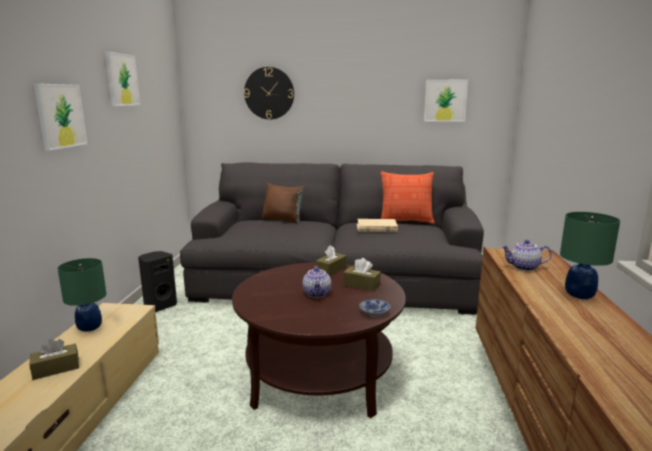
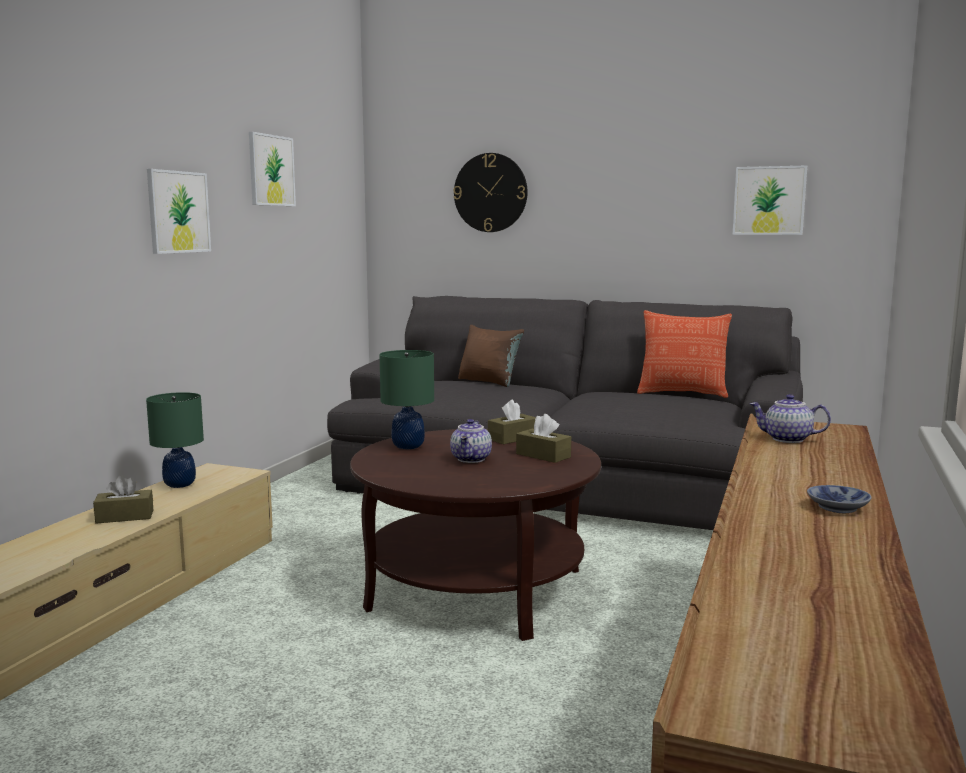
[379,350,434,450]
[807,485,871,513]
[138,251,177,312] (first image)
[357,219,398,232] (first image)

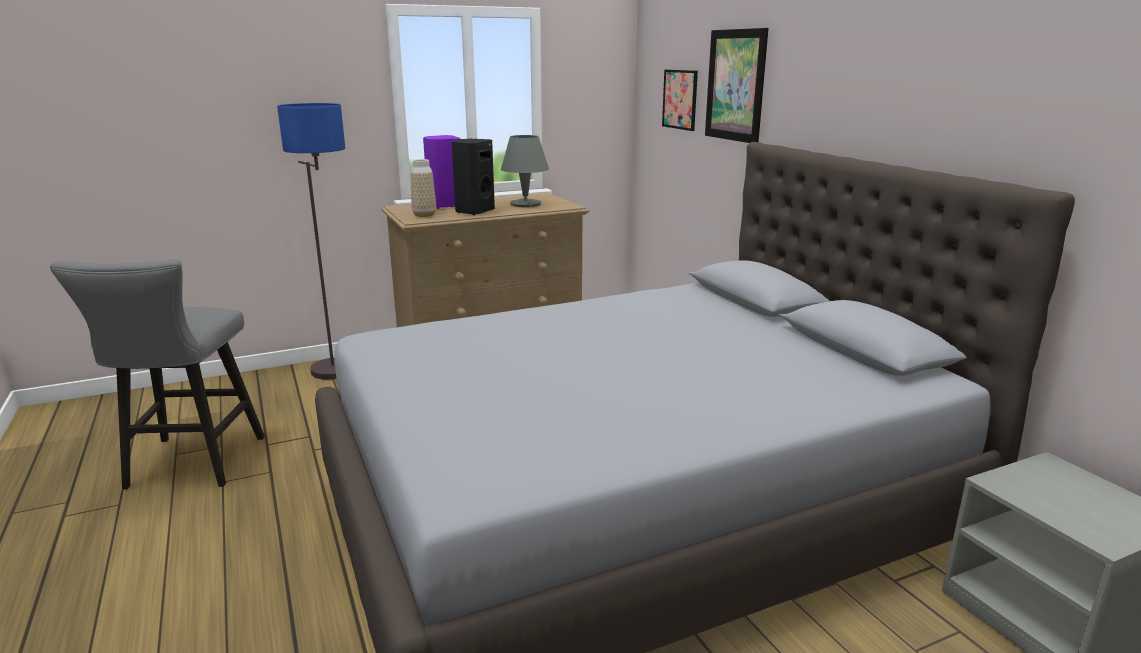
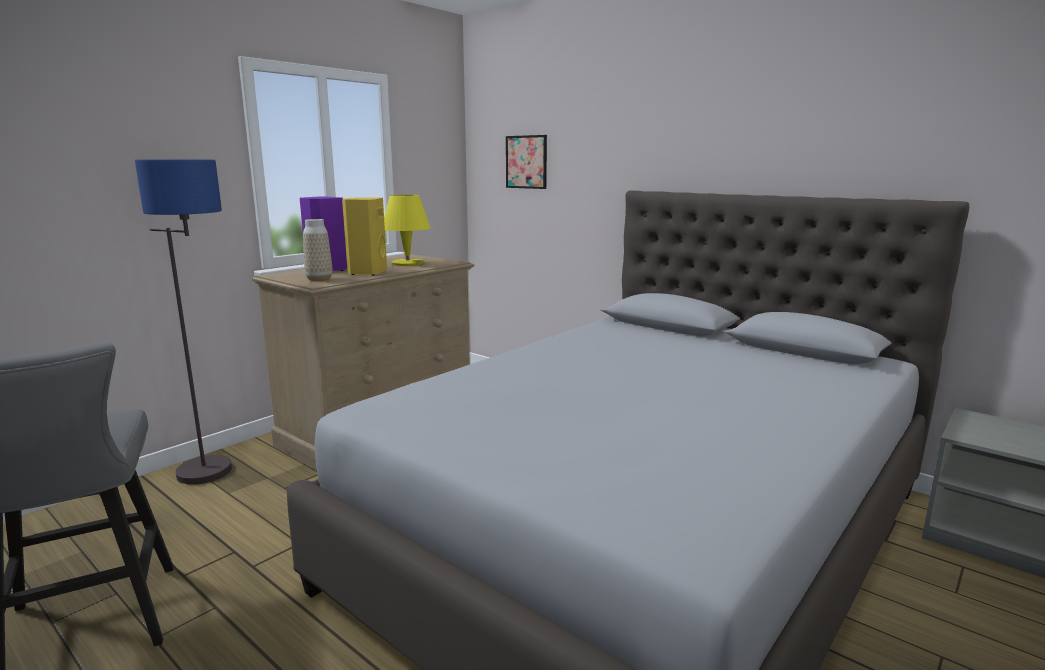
[342,197,387,276]
[384,195,431,266]
[705,28,768,143] (first image)

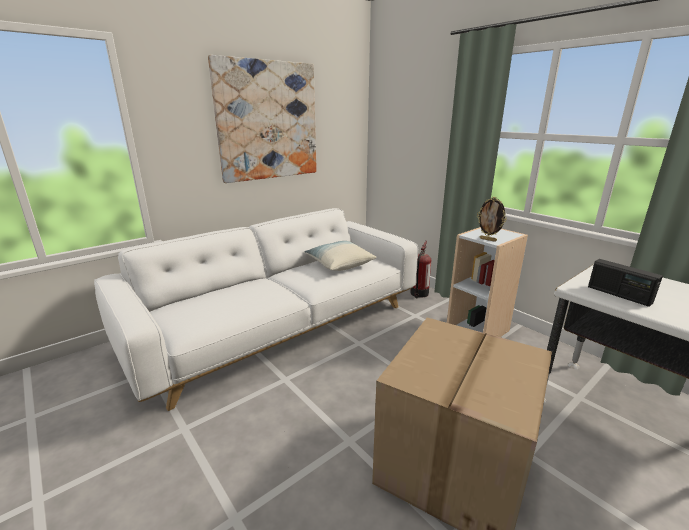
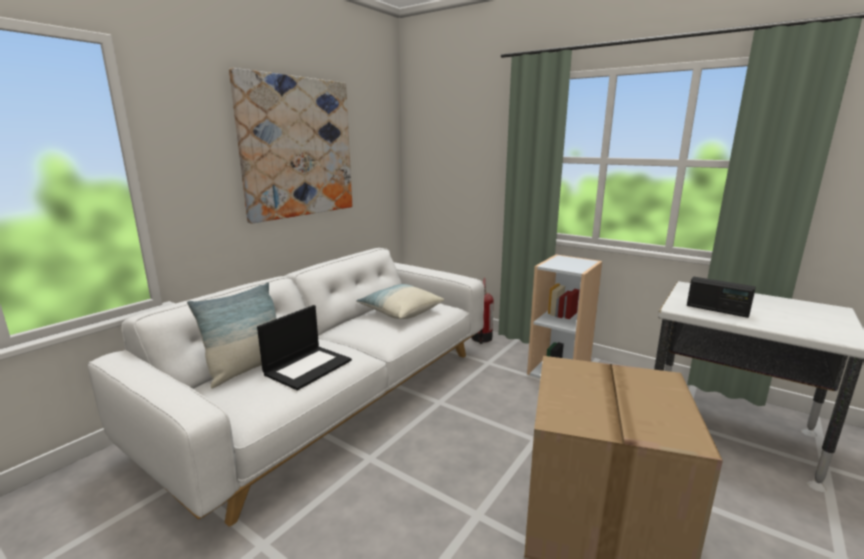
[187,282,277,389]
[257,305,352,390]
[477,197,507,242] (first image)

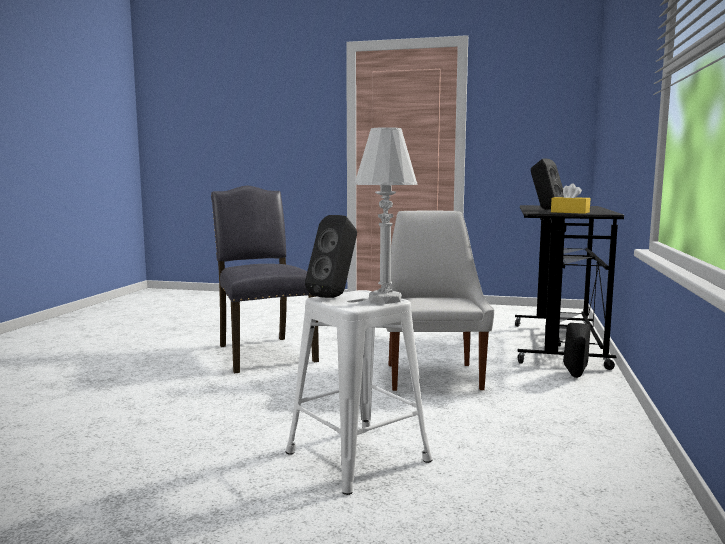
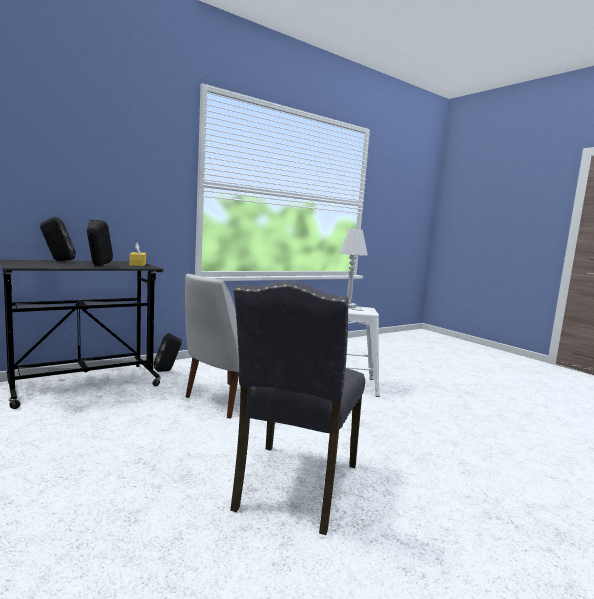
[40,217,76,261]

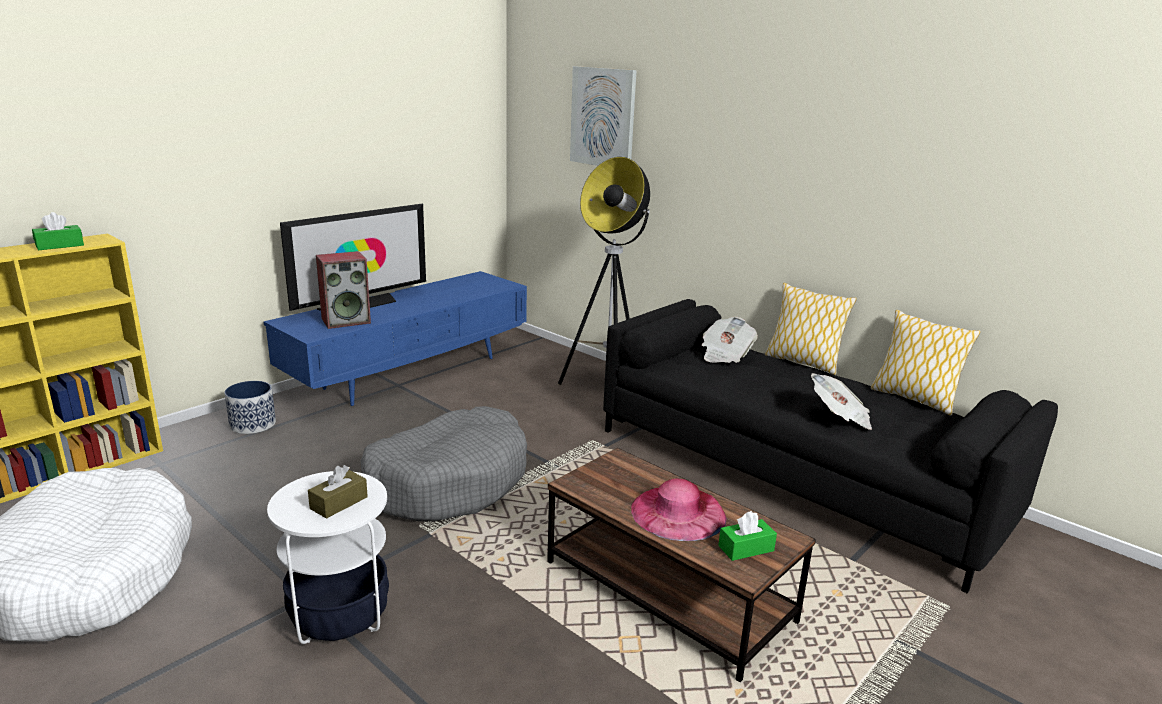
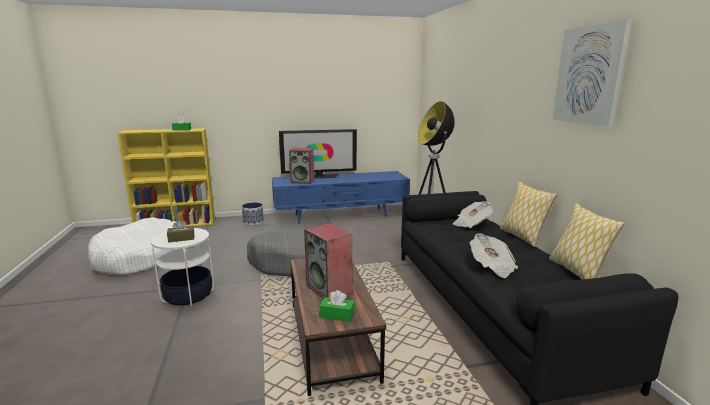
[304,223,352,298]
[553,19,632,127]

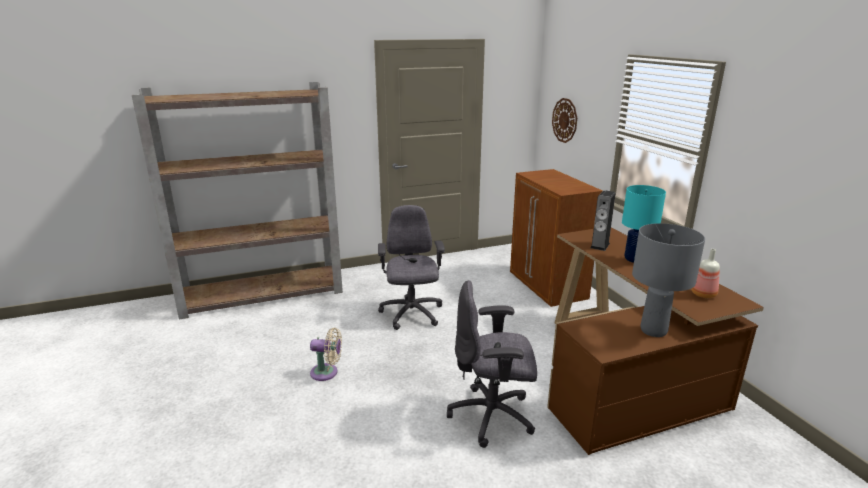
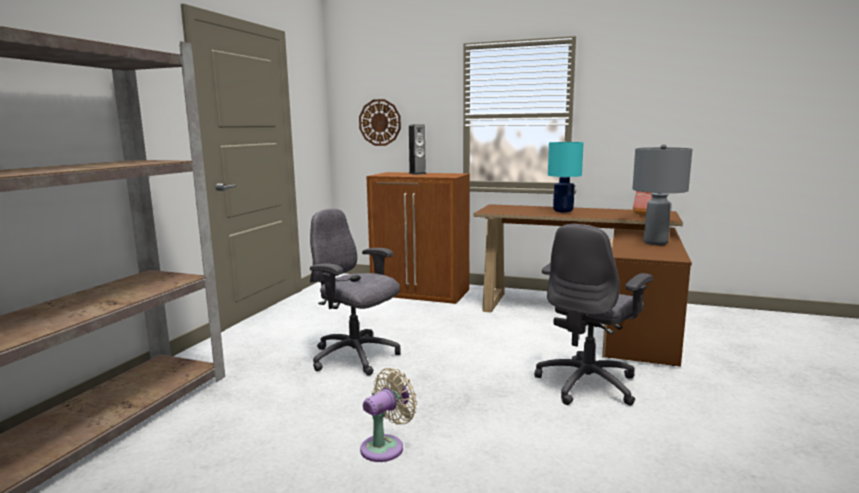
[409,124,426,175]

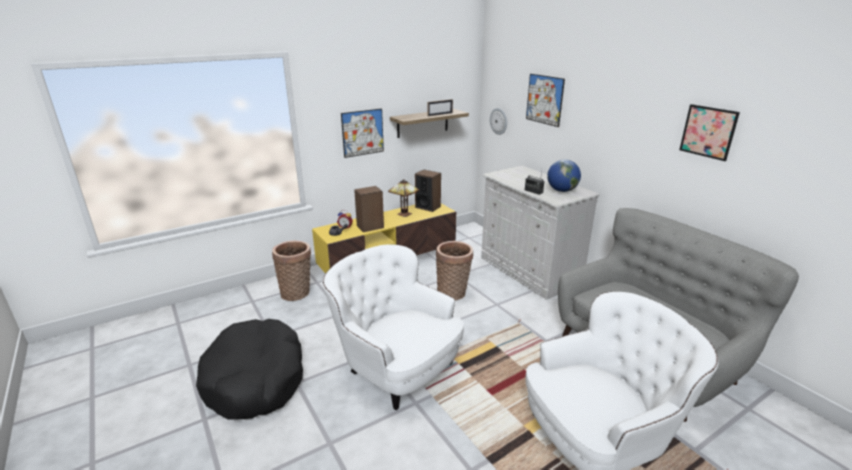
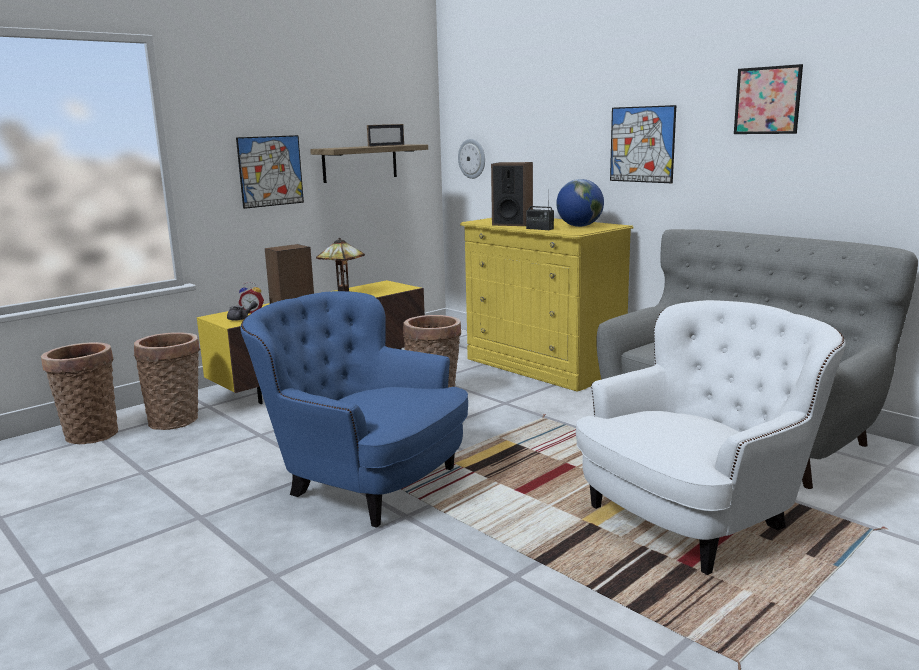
[41,342,118,444]
[240,291,468,528]
[460,218,634,392]
[491,162,533,226]
[610,105,676,183]
[196,319,303,420] (first image)

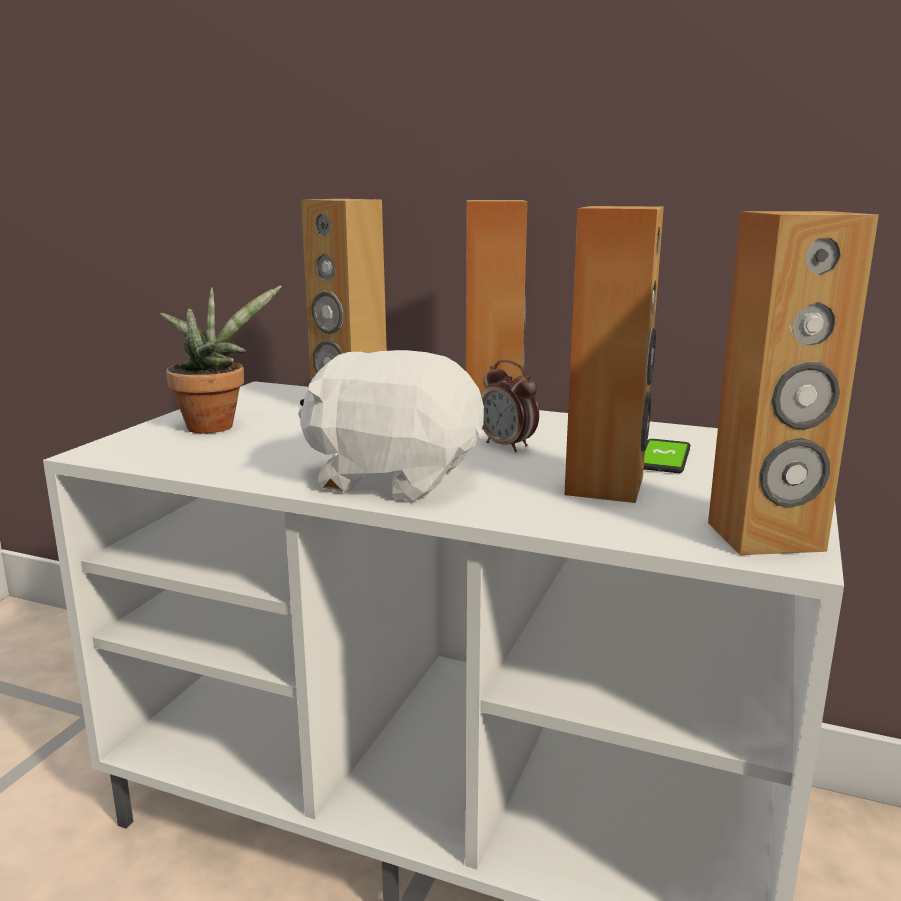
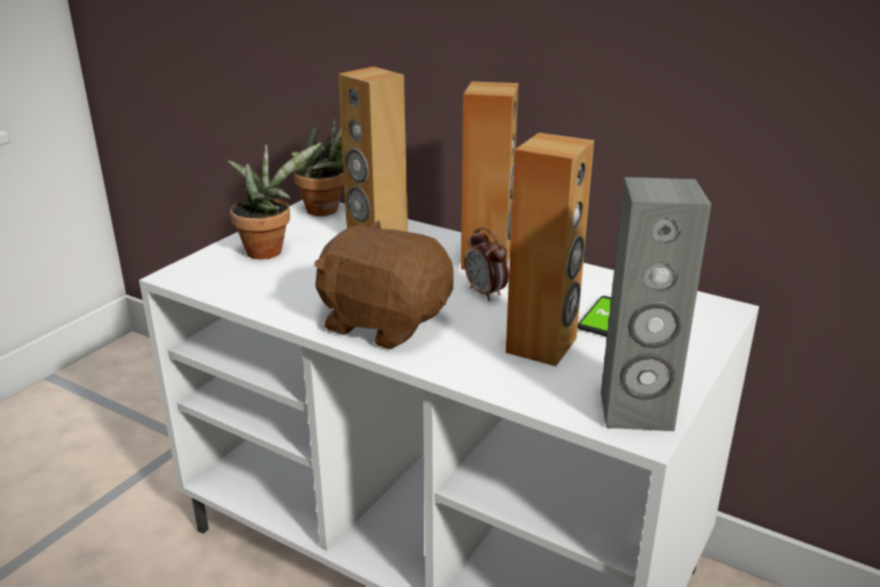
[291,119,344,216]
[314,220,454,350]
[601,177,711,431]

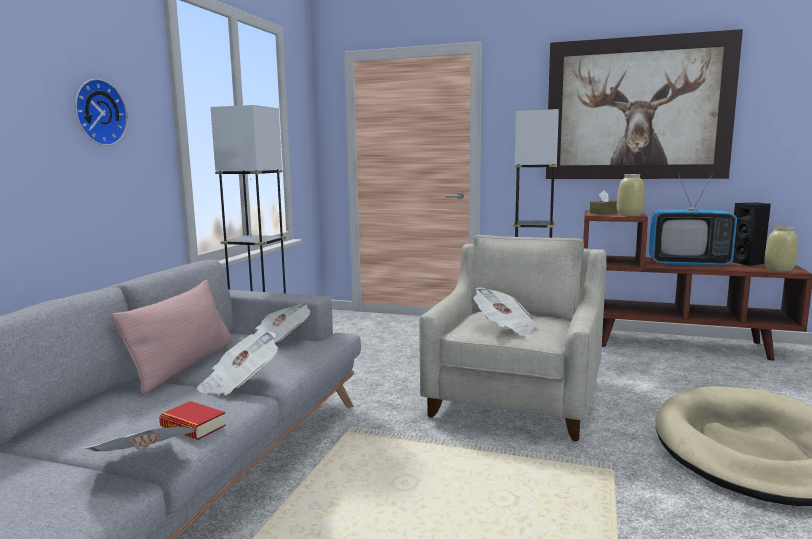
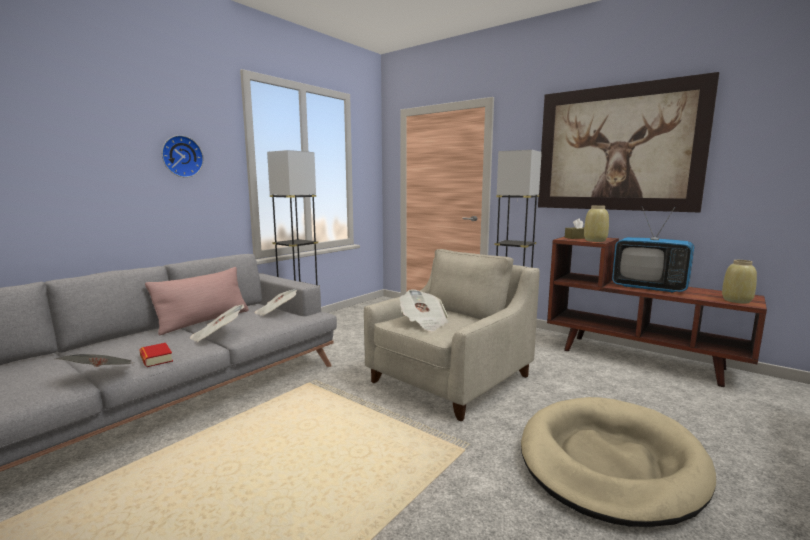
[732,203,771,266] (first image)

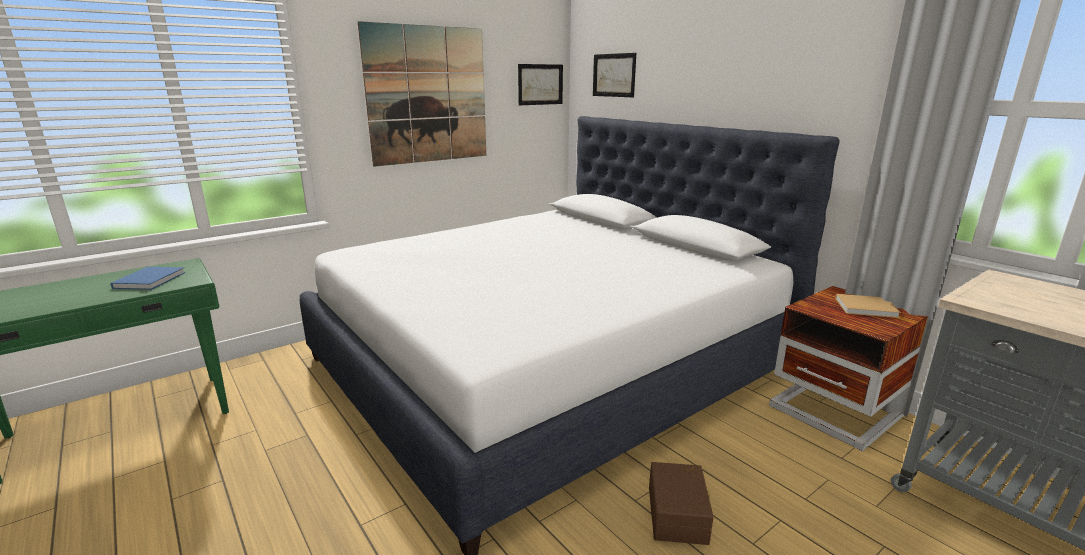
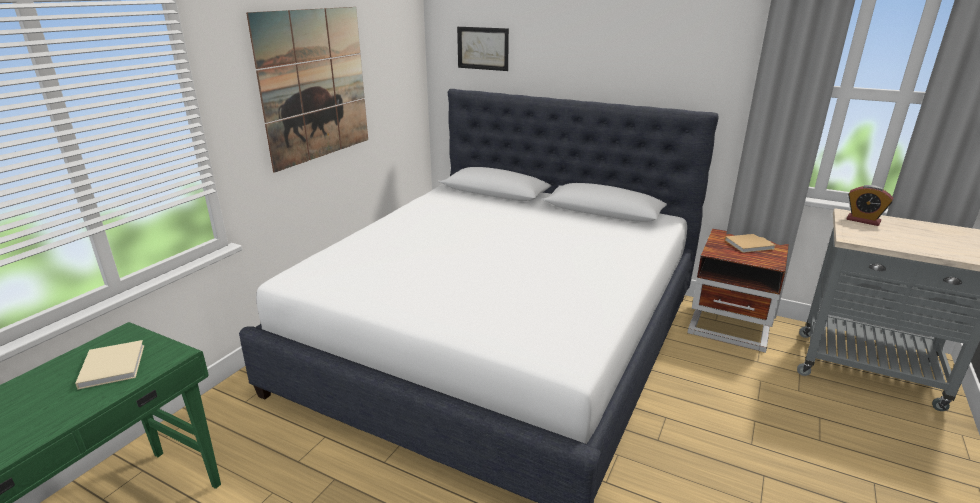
[75,340,144,390]
[846,185,893,226]
[518,64,563,105] (first image)
[649,462,713,545] (first image)

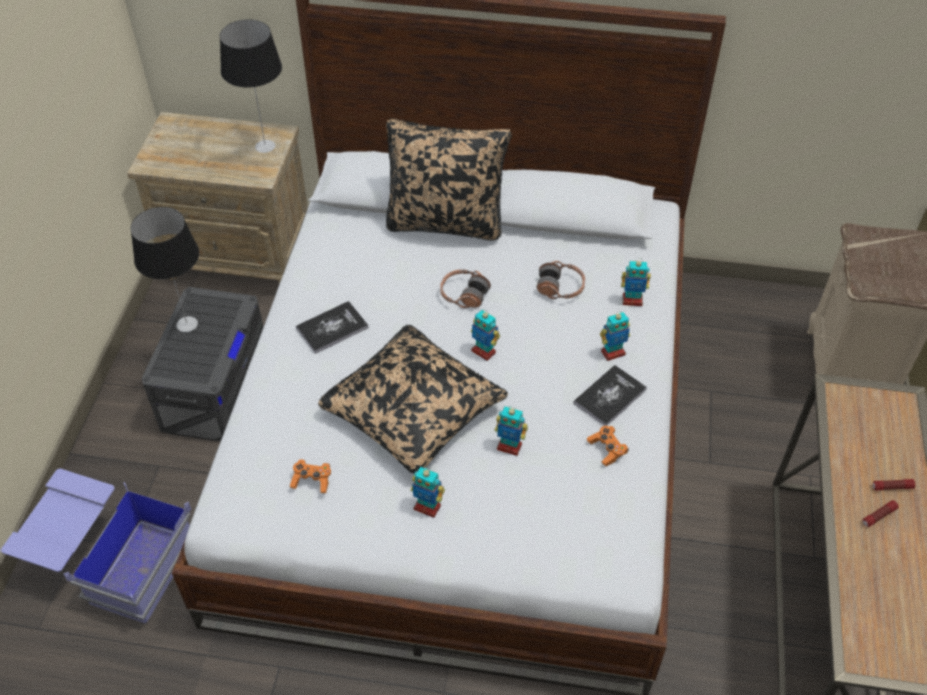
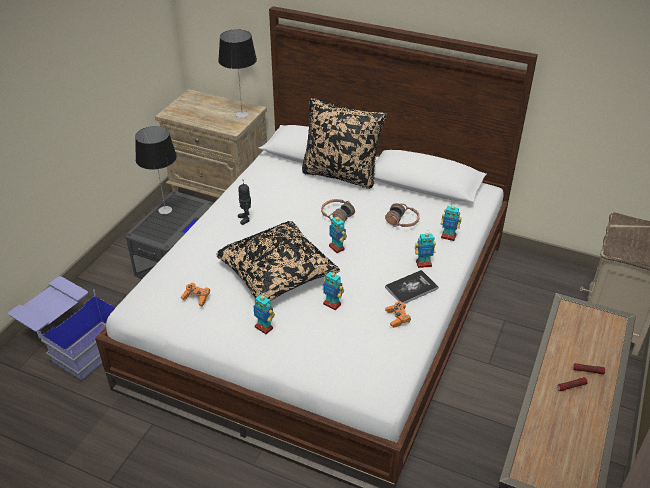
[238,184,251,225]

